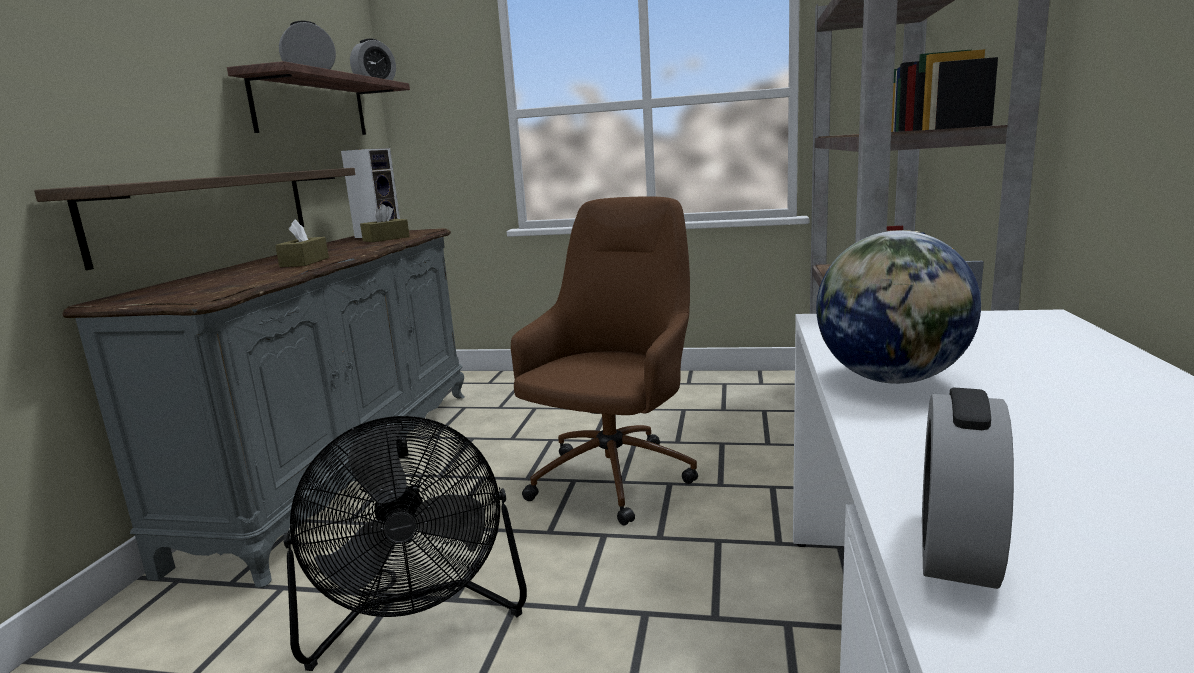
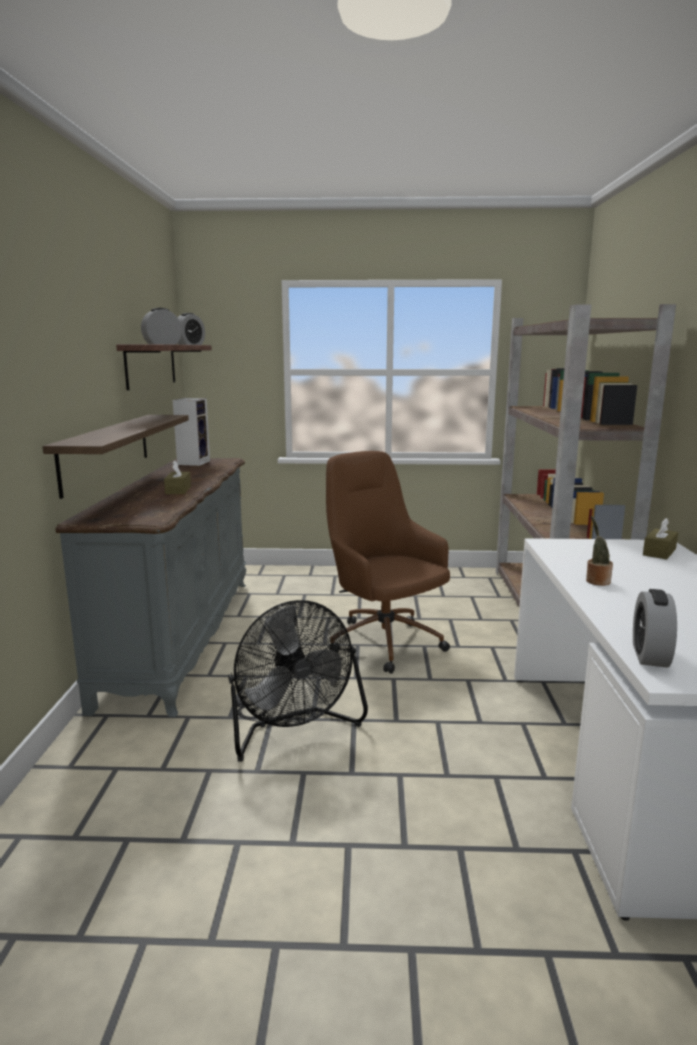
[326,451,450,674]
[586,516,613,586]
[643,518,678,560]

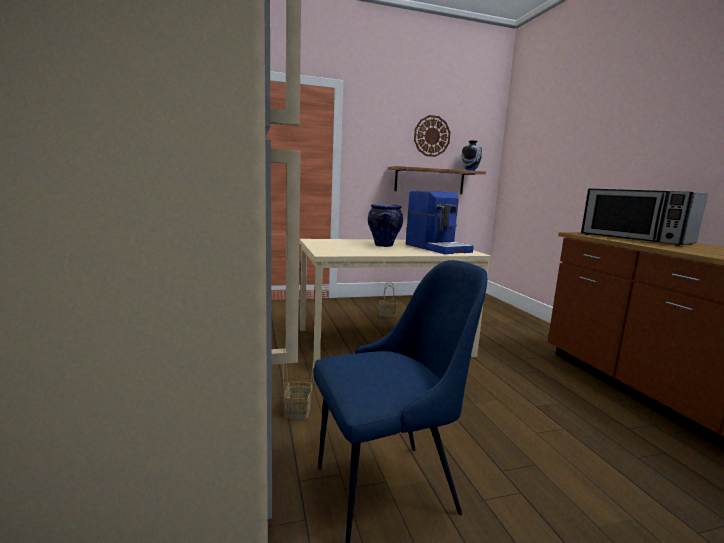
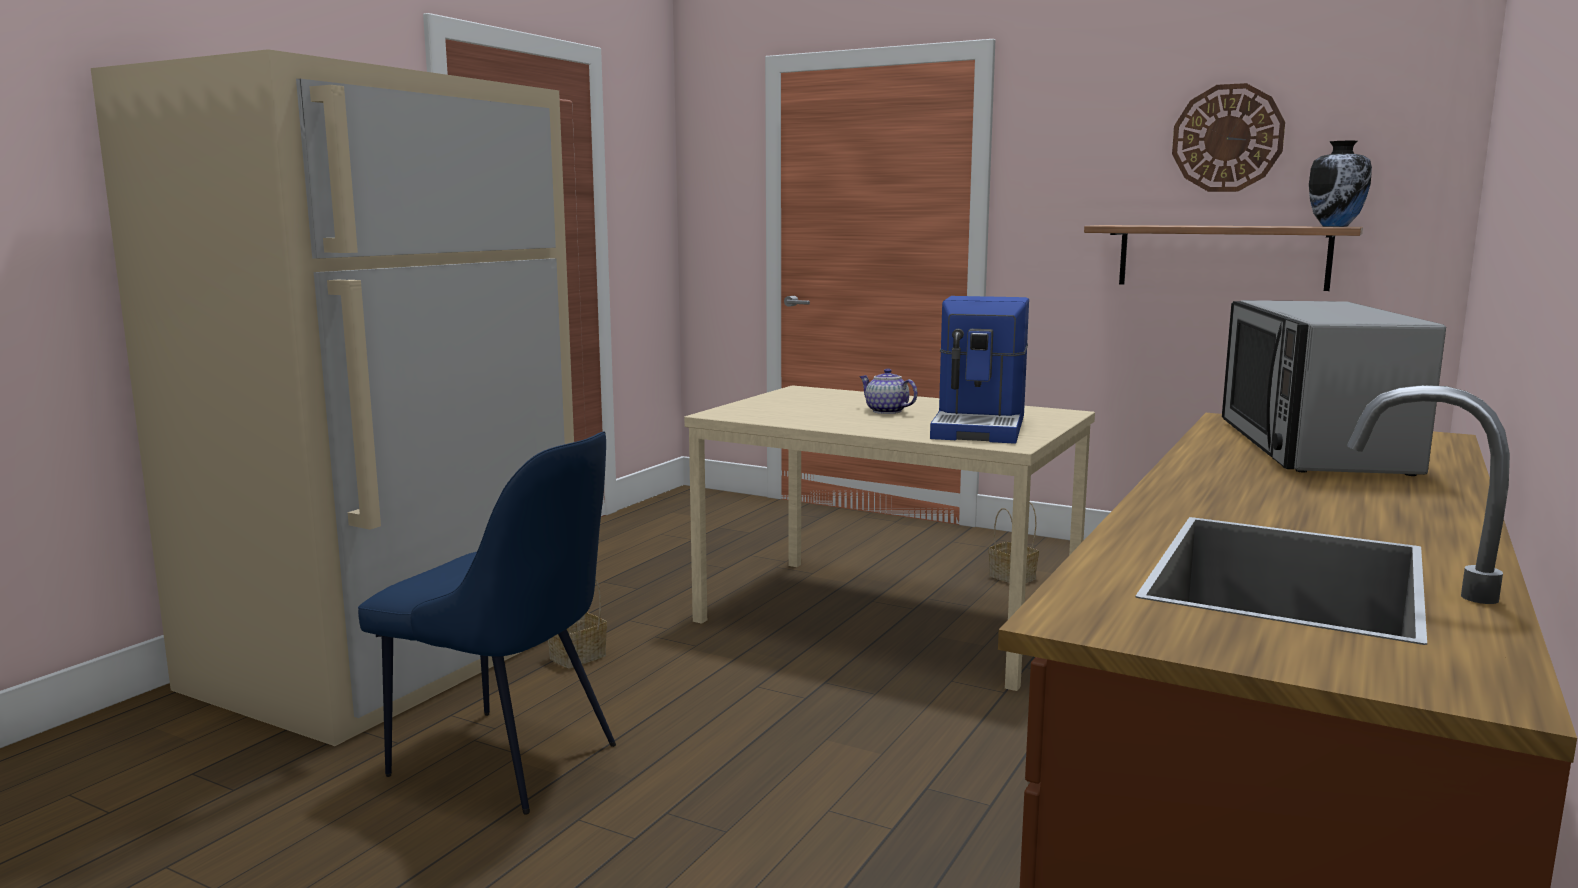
[859,368,917,414]

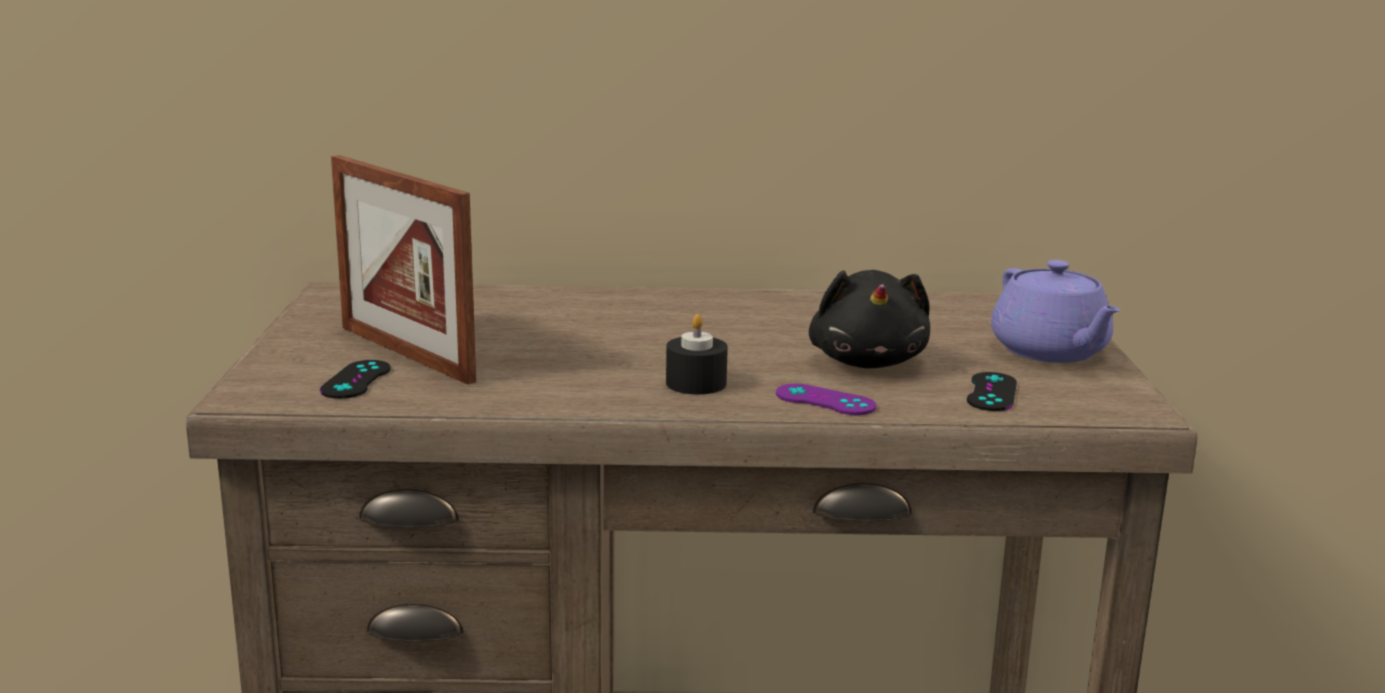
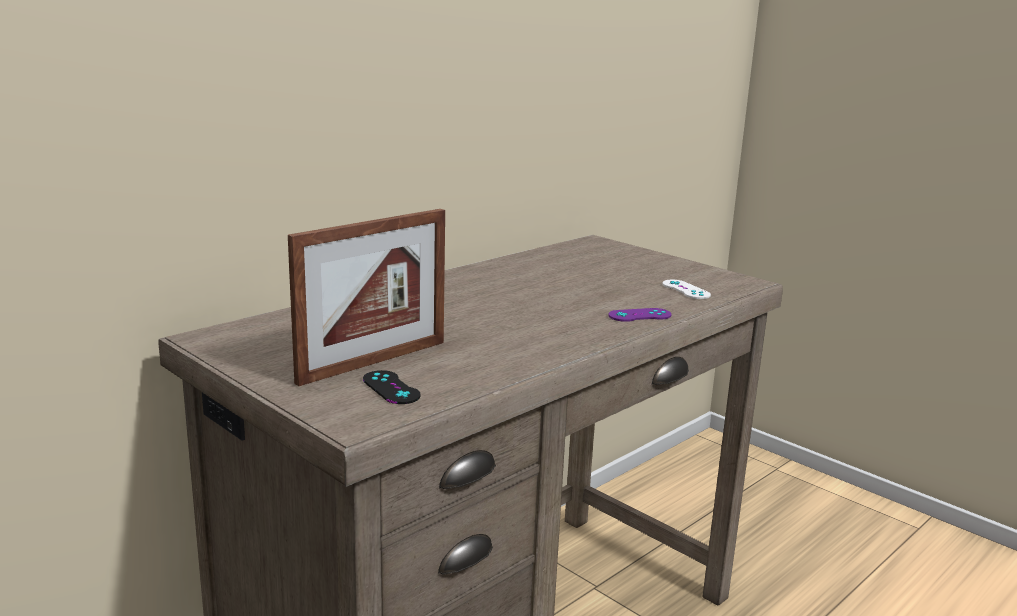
[288,209,445,386]
[662,280,711,299]
[666,314,728,395] (first image)
[809,270,930,368] (first image)
[991,260,1120,363] (first image)

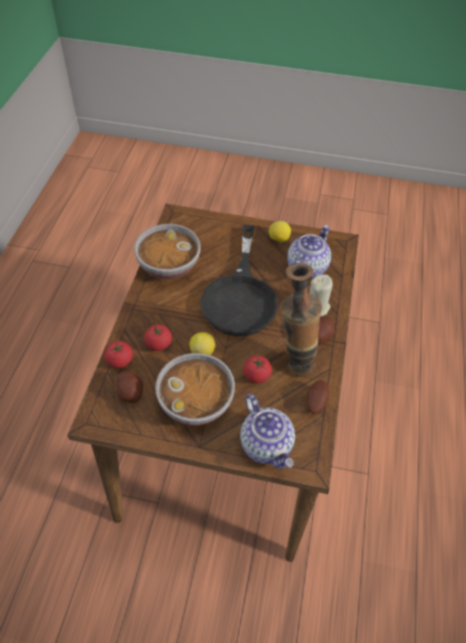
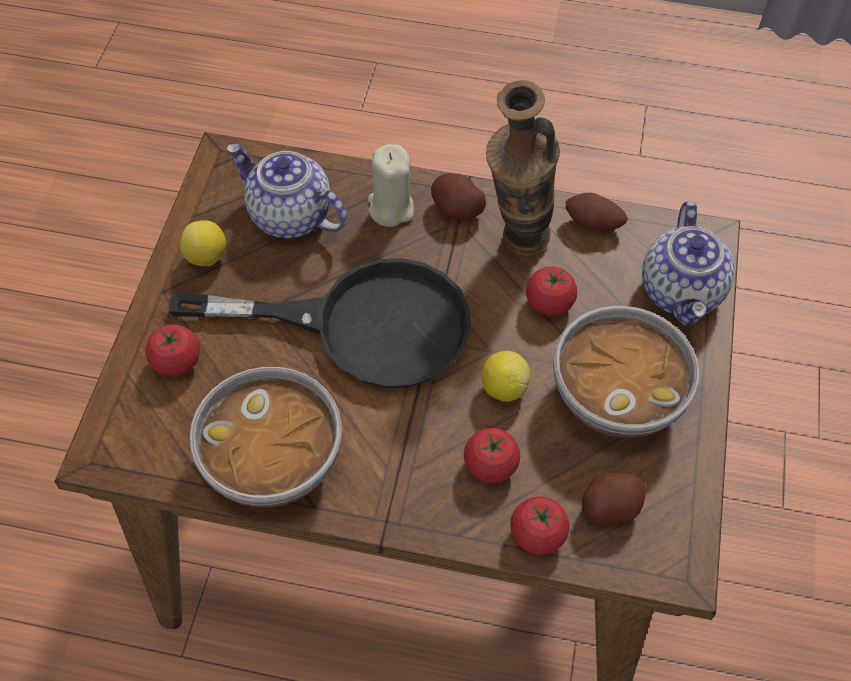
[145,324,200,376]
[642,201,735,326]

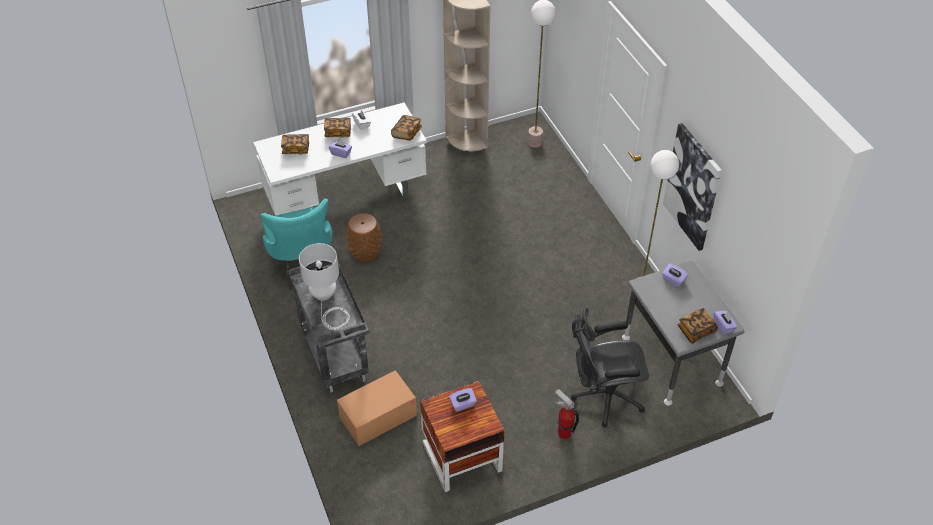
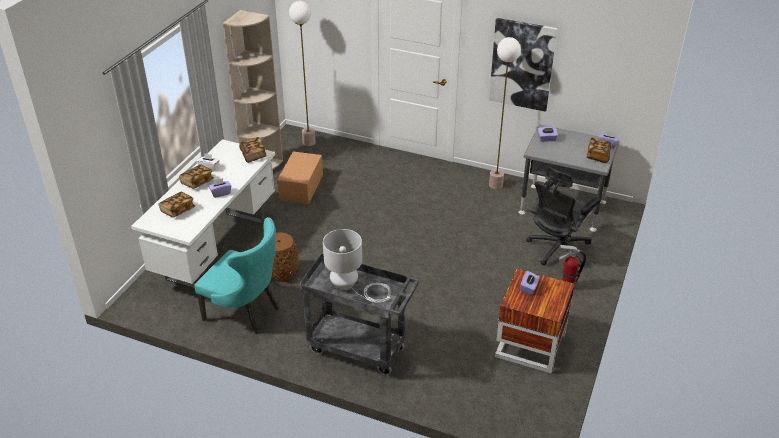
[277,152,323,204]

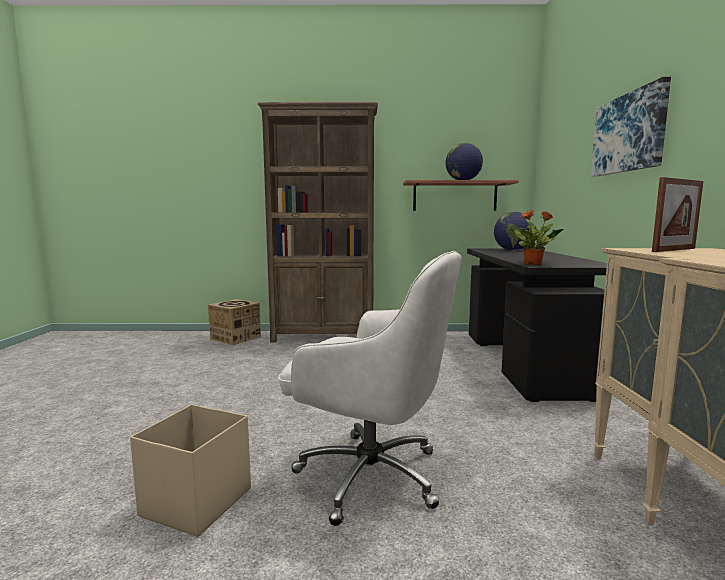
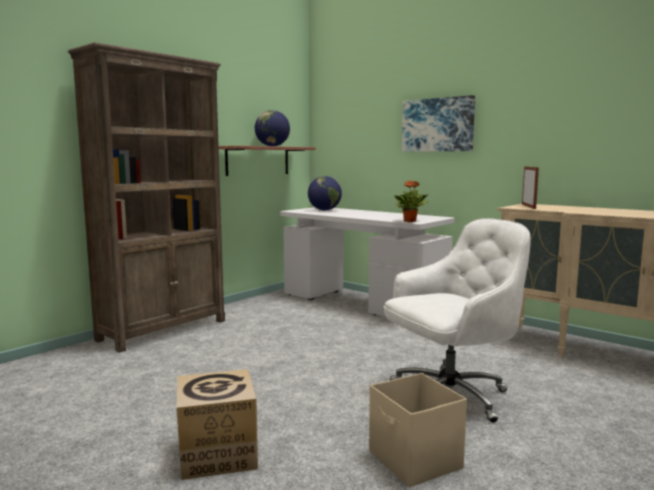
[176,369,258,480]
[280,207,455,317]

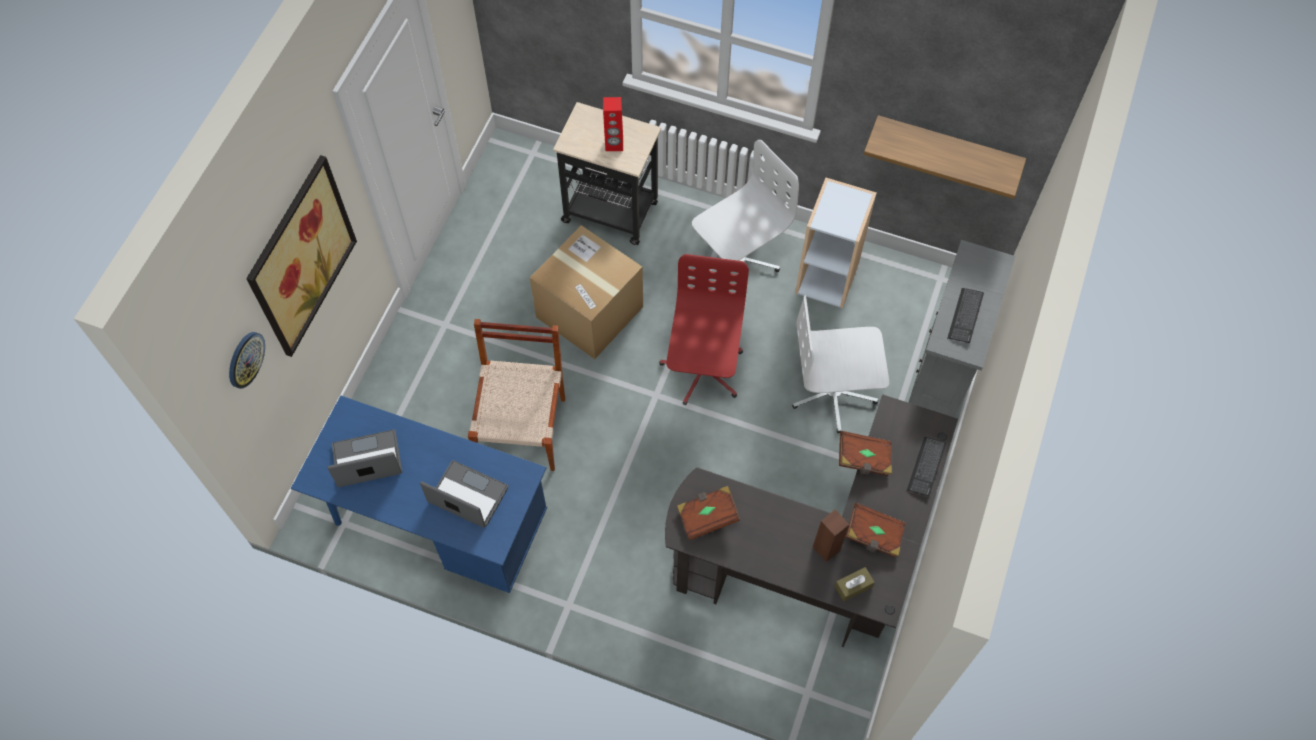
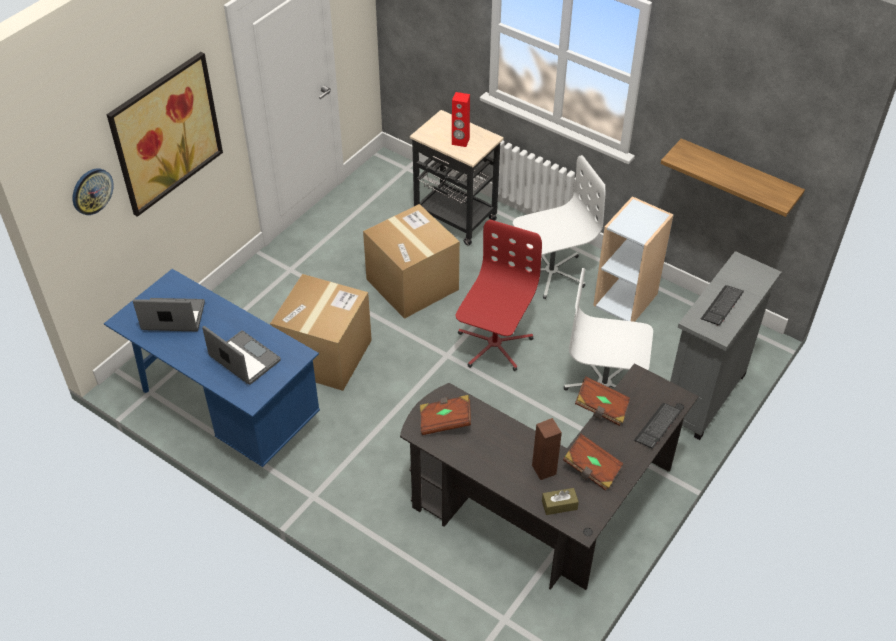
[270,274,372,391]

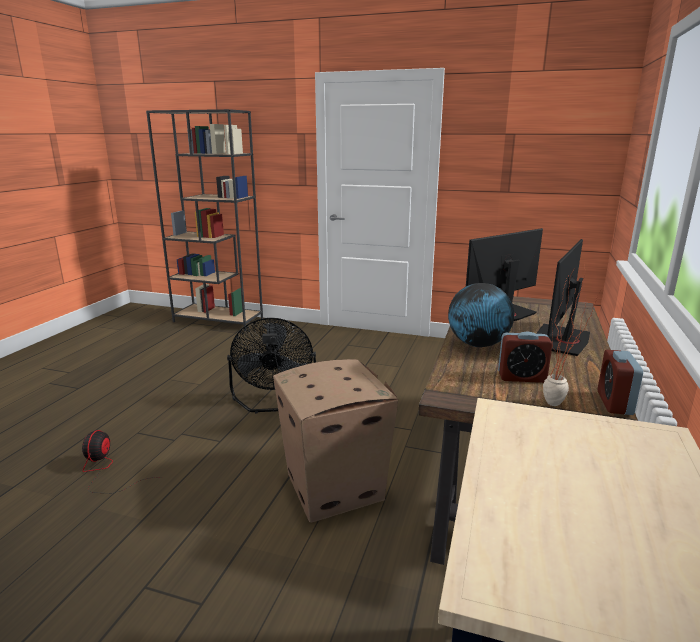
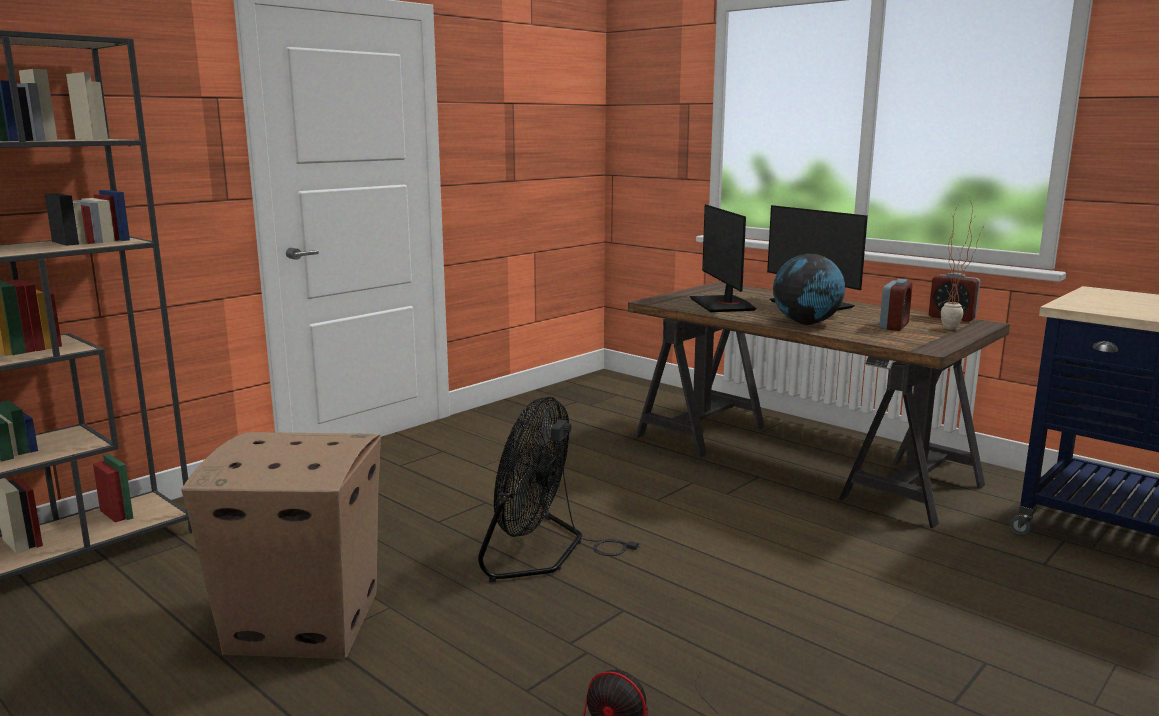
[181,432,381,659]

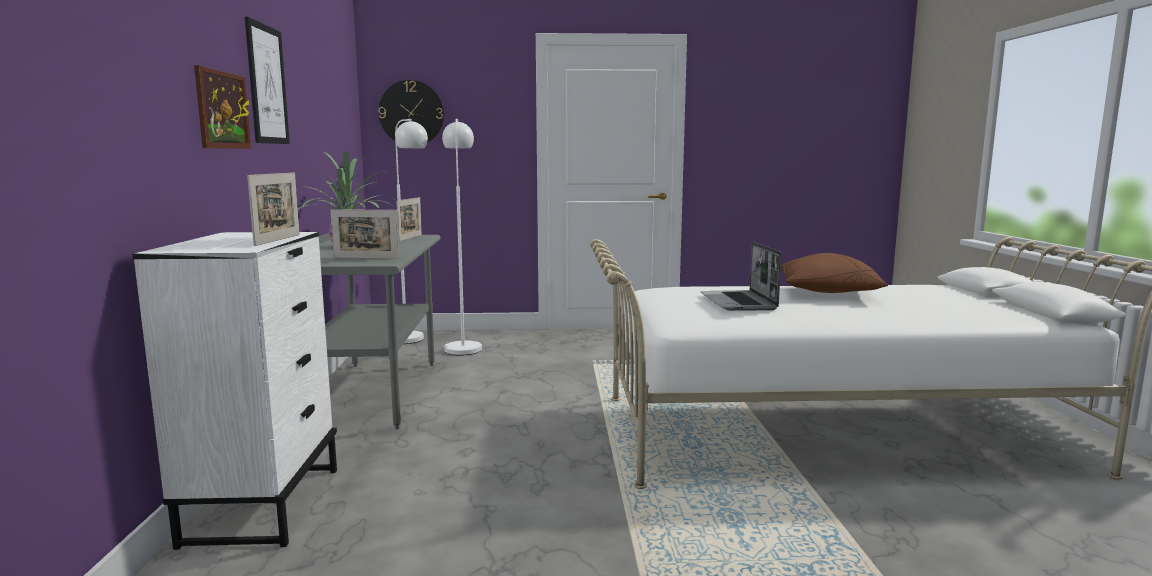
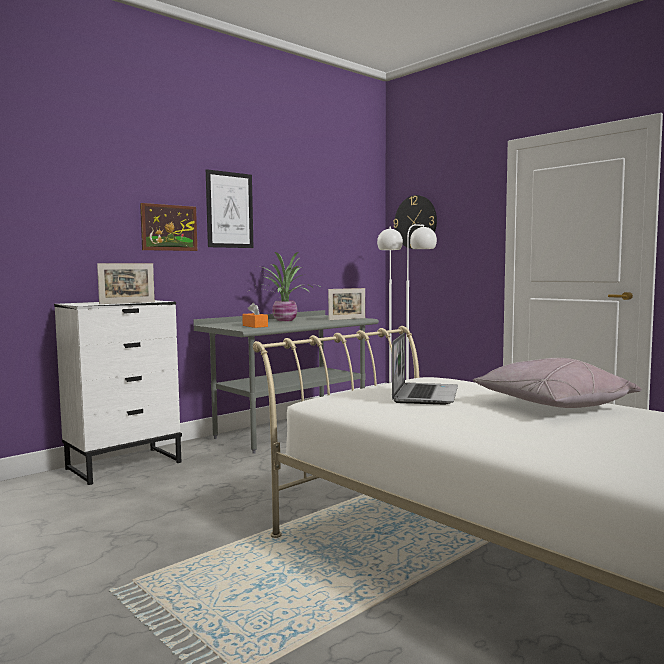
[242,303,268,328]
[392,333,458,405]
[473,358,642,408]

